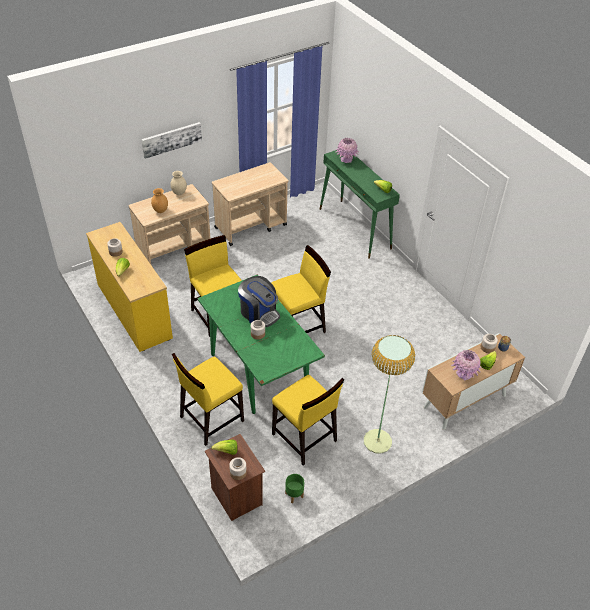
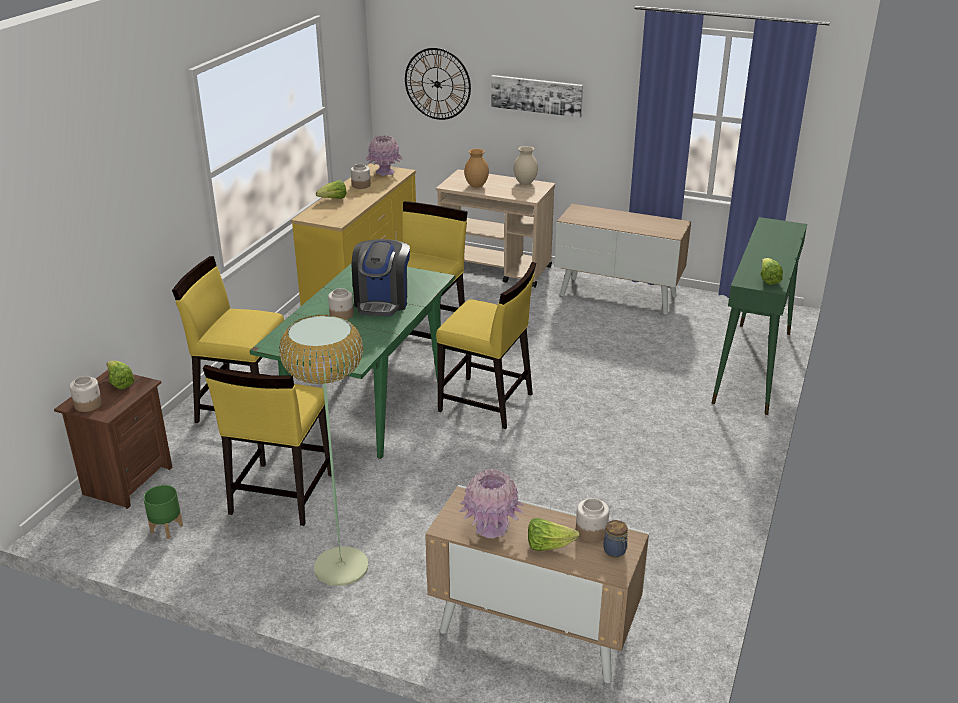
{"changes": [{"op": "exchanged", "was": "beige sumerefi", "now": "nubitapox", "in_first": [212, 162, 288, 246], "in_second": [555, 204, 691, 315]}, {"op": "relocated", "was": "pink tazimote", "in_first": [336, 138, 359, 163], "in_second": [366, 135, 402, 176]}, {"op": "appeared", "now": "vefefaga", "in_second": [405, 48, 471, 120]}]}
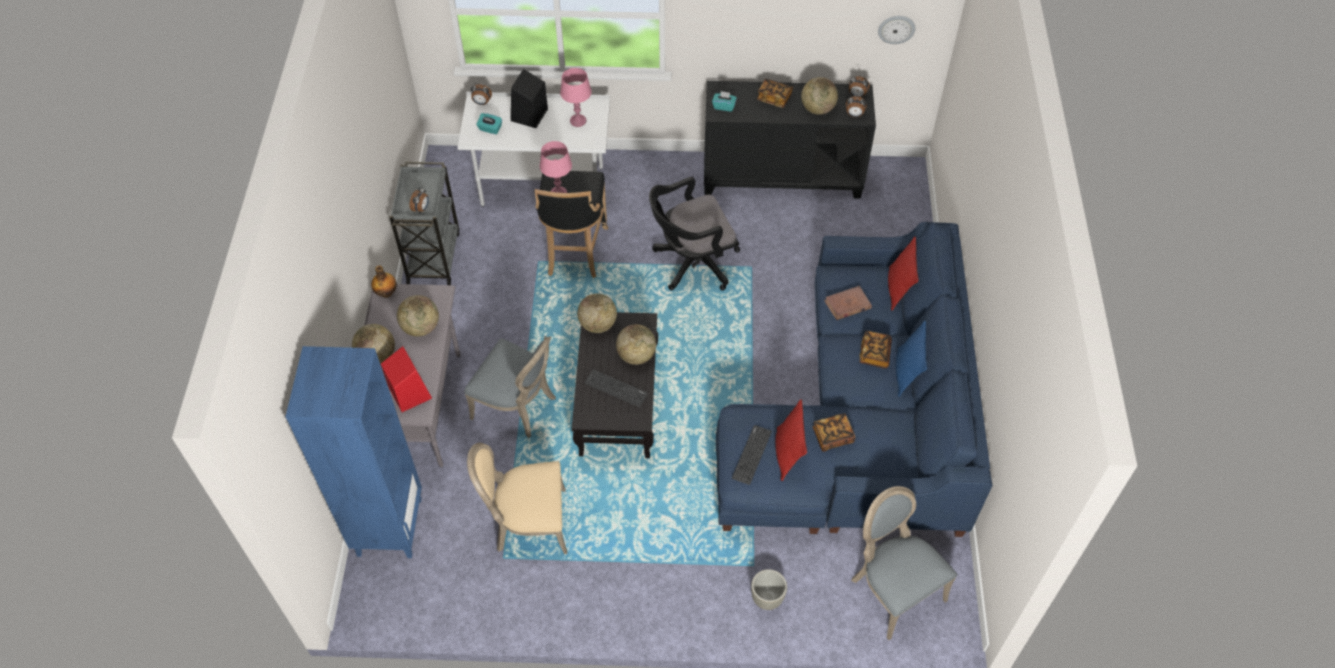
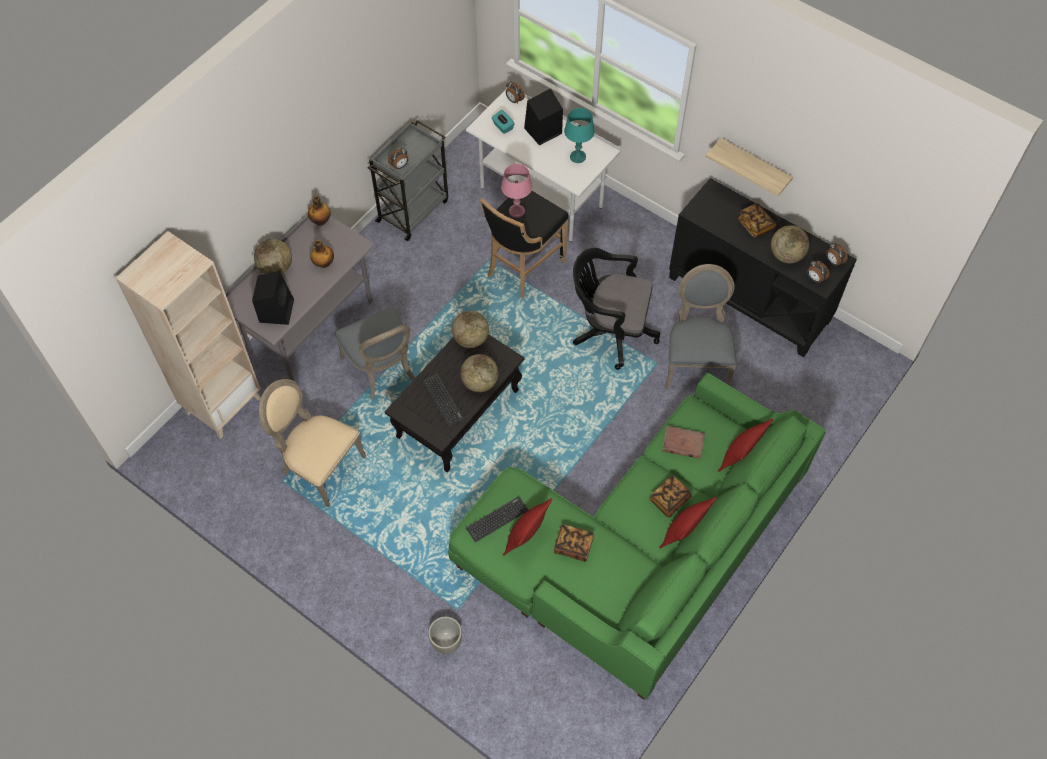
{"changes": [{"op": "colour", "was": "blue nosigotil", "now": "beige nosigotil", "in_first": [285, 346, 422, 558], "in_second": [116, 231, 261, 439]}, {"op": "colour", "was": "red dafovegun", "now": "black dafovegun", "in_first": [381, 346, 432, 412], "in_second": [252, 271, 294, 325]}, {"op": "exchanged", "was": "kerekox", "now": "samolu", "in_first": [397, 295, 439, 337], "in_second": [310, 240, 334, 268]}, {"op": "colour", "was": "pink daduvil", "now": "turquoise daduvil", "in_first": [560, 68, 592, 127], "in_second": [564, 108, 595, 163]}, {"op": "missing", "was": "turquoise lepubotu", "in_first": [712, 91, 737, 112]}, {"op": "colour", "was": "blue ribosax", "now": "green ribosax", "in_first": [716, 222, 993, 537], "in_second": [448, 373, 826, 700]}, {"op": "relocated", "was": "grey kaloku", "in_first": [851, 486, 958, 640], "in_second": [665, 264, 737, 389]}, {"op": "missing", "was": "vefefaga", "in_first": [878, 16, 916, 44]}, {"op": "colour", "was": "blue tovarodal", "now": "red tovarodal", "in_first": [896, 321, 927, 397], "in_second": [660, 497, 717, 549]}, {"op": "appeared", "now": "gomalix", "in_second": [706, 138, 793, 196]}]}
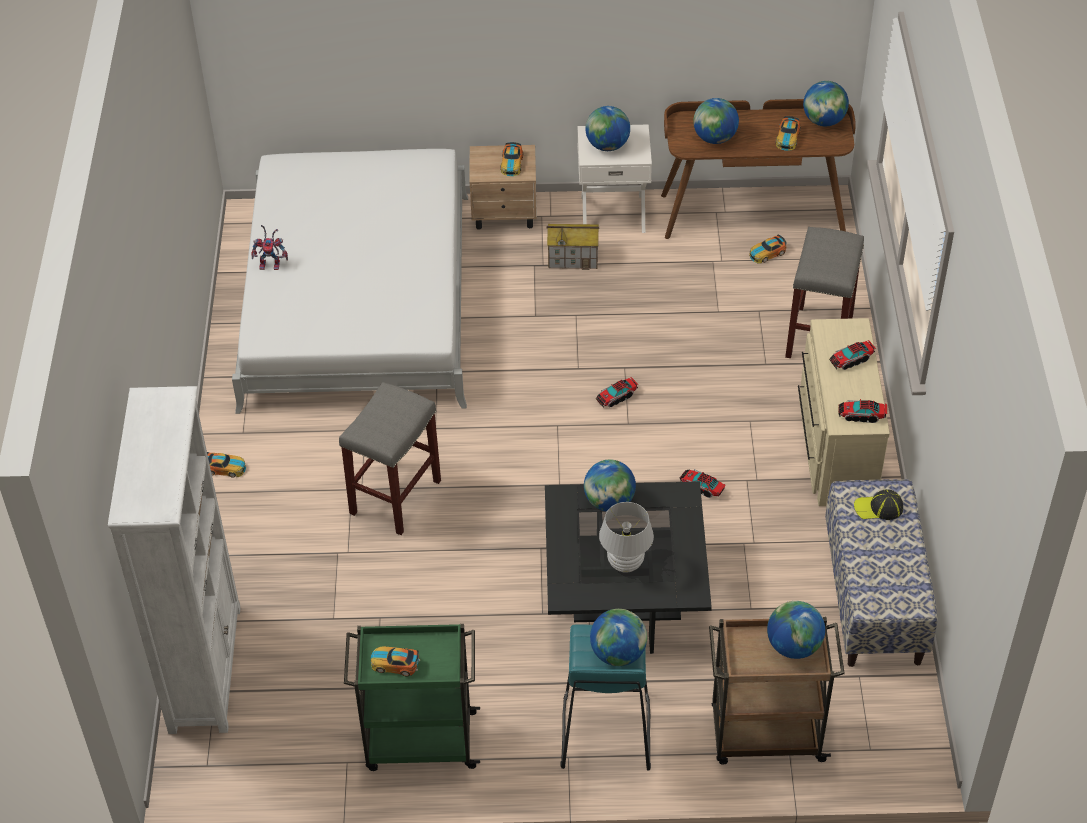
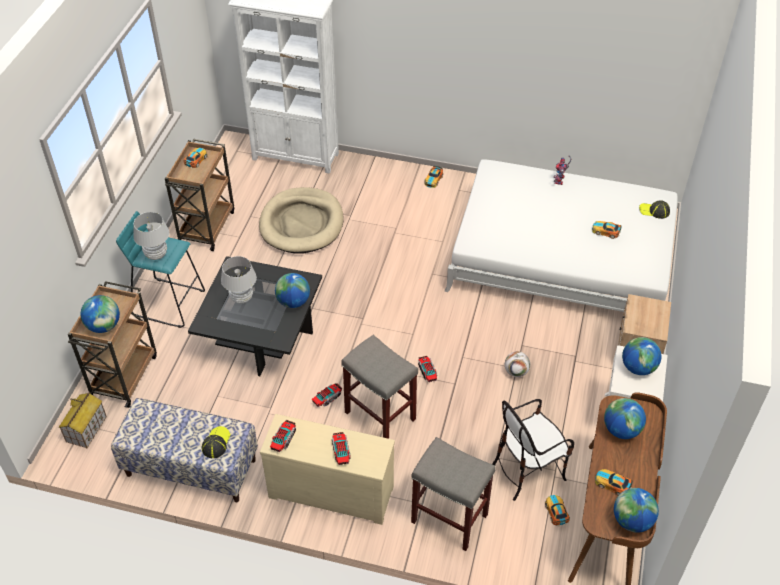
{"changes": [{"op": "relocated", "was": "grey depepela", "in_first": [339, 382, 441, 535], "in_second": [341, 335, 418, 439]}, {"op": "colour", "was": "green sumerefi", "now": "brown sumerefi", "in_first": [344, 624, 480, 771], "in_second": [165, 139, 234, 251]}, {"op": "relocated", "was": "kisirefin", "in_first": [500, 142, 523, 176], "in_second": [592, 221, 622, 239]}, {"op": "relocated", "was": "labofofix", "in_first": [547, 224, 599, 270], "in_second": [58, 392, 107, 448]}, {"op": "exchanged", "was": "kerekox", "now": "white daduvil", "in_first": [590, 609, 647, 666], "in_second": [133, 212, 169, 260]}, {"op": "appeared", "now": "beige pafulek", "in_second": [259, 187, 344, 254]}, {"op": "appeared", "now": "kaloku", "in_second": [492, 399, 574, 501]}, {"op": "appeared", "now": "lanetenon", "in_second": [505, 351, 530, 377]}, {"op": "appeared", "now": "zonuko", "in_second": [639, 200, 670, 219]}]}
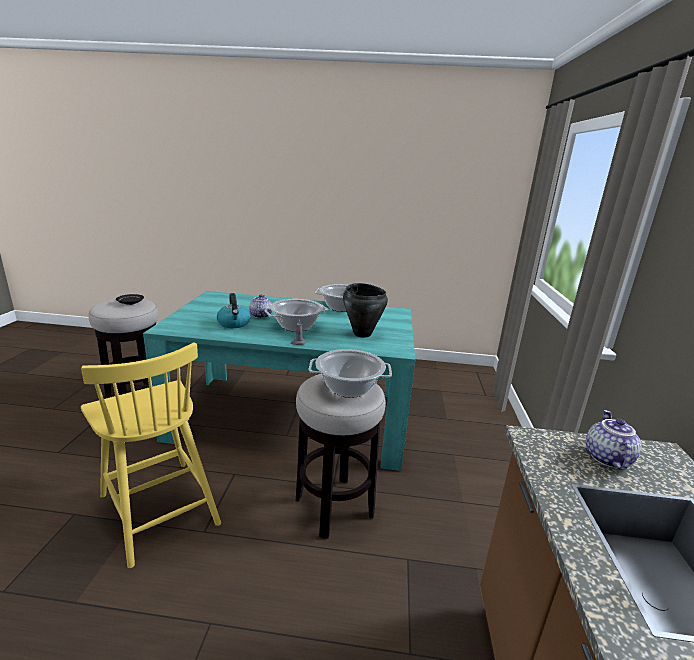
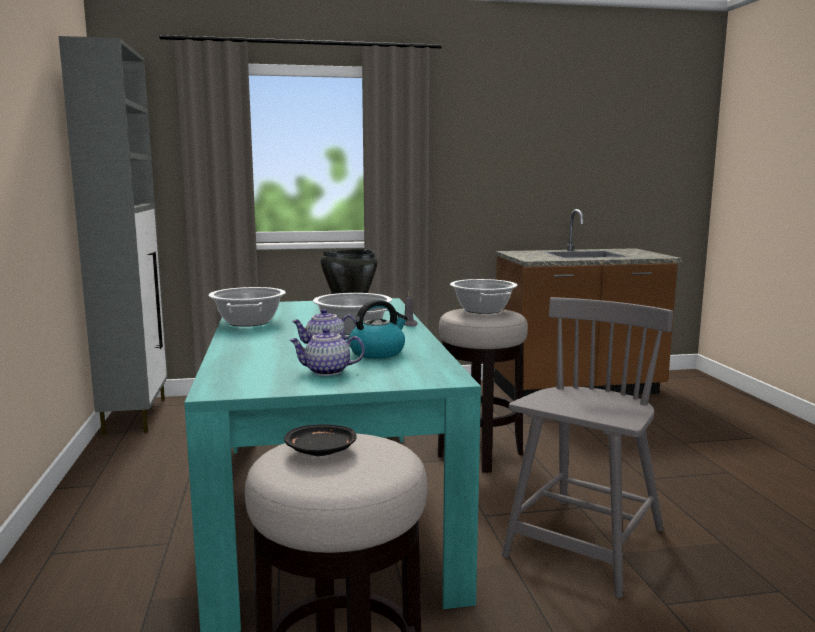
{"changes": [{"op": "colour", "was": "yellow kaloku", "now": "grey kaloku", "in_first": [81, 342, 221, 568], "in_second": [502, 297, 673, 598]}, {"op": "relocated", "was": "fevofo", "in_first": [586, 410, 642, 470], "in_second": [289, 328, 365, 376]}, {"op": "appeared", "now": "grey nubitapox", "in_second": [59, 36, 168, 435]}]}
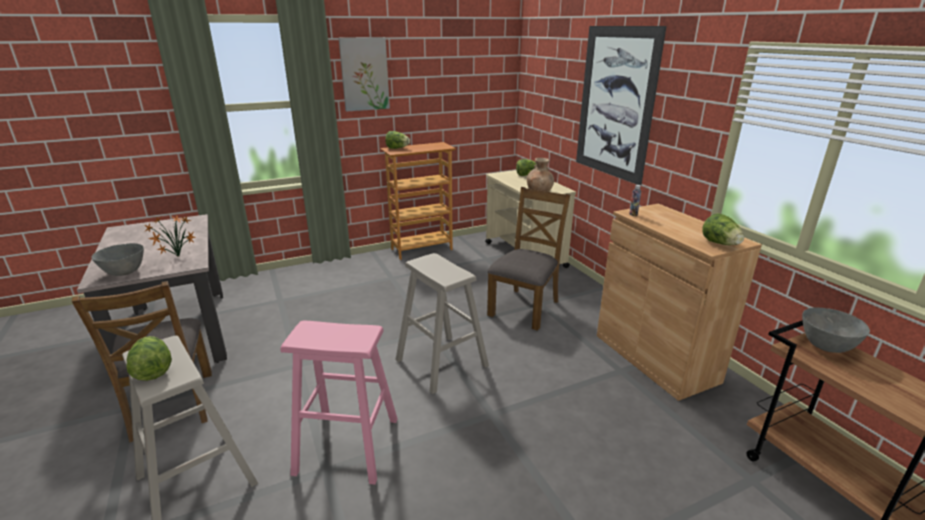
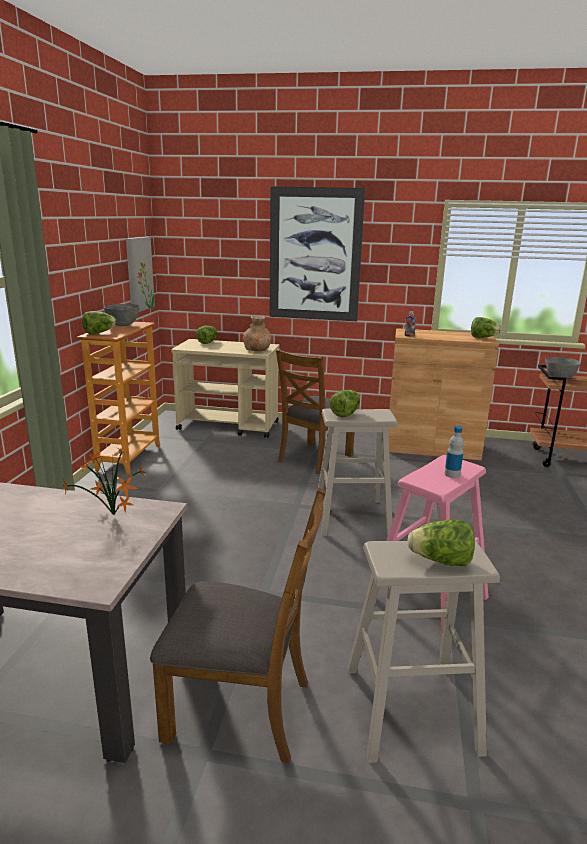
{"changes": [{"op": "relocated", "was": "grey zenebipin", "in_first": [91, 243, 144, 276], "in_second": [104, 304, 140, 326]}, {"op": "relocated", "was": "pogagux", "in_first": [339, 37, 390, 112], "in_second": [126, 237, 155, 312]}, {"op": "spun", "was": "brown kaloku", "in_first": [487, 187, 570, 331], "in_second": [276, 348, 355, 475], "clockwise": -120}, {"op": "appeared", "now": "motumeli", "in_second": [330, 390, 360, 417]}, {"op": "appeared", "now": "samolu", "in_second": [444, 426, 464, 478]}]}
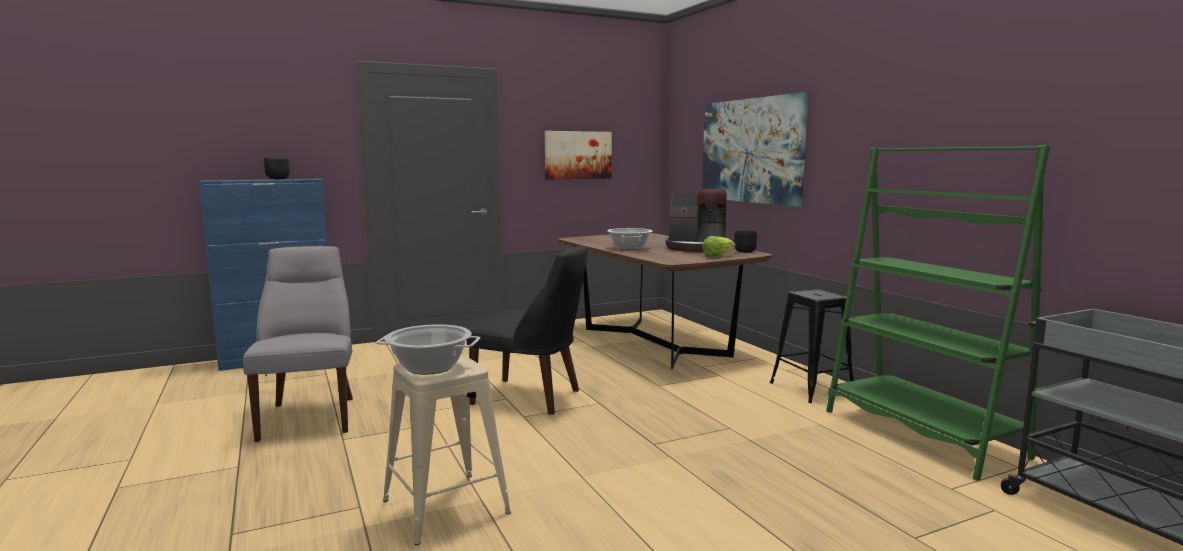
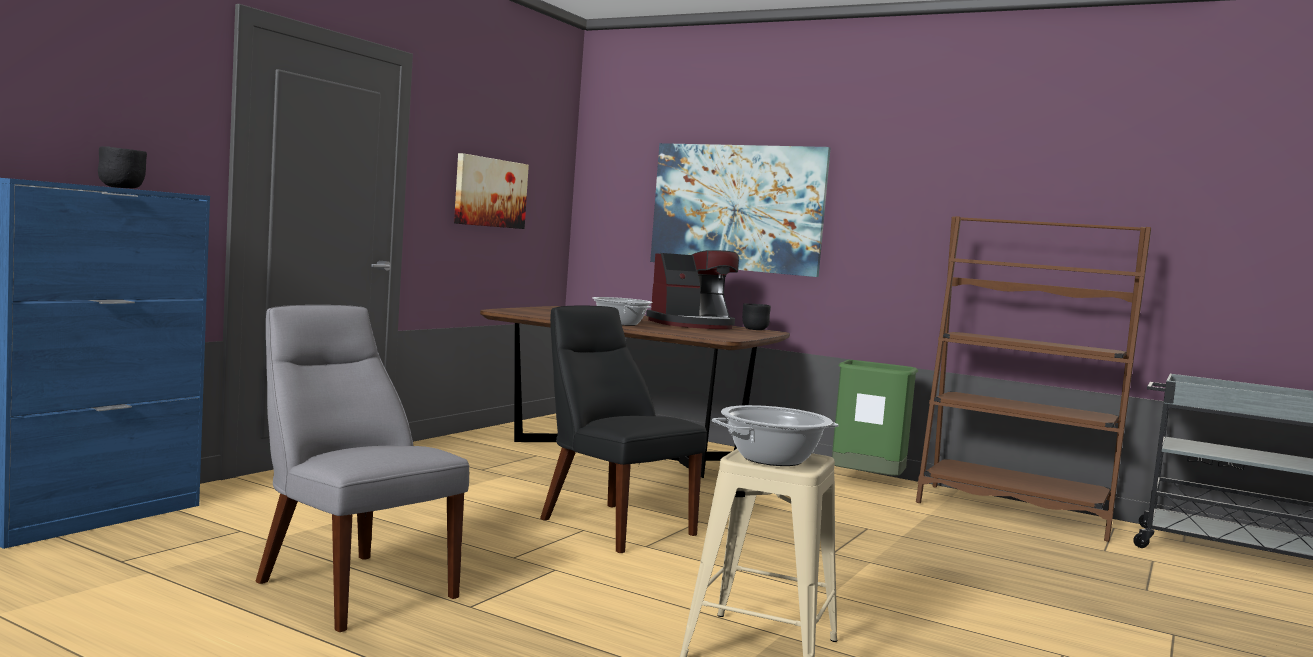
{"changes": [{"op": "spun", "was": "black kaloku", "in_first": [467, 245, 588, 415], "in_second": [540, 305, 707, 553], "clockwise": -120}, {"op": "missing", "was": "motumeli", "in_first": [703, 236, 735, 257]}, {"op": "exchanged", "was": "black depepela", "now": "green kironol", "in_first": [770, 289, 854, 403], "in_second": [832, 360, 918, 476]}, {"op": "colour", "was": "green nosigotil", "now": "brown nosigotil", "in_first": [826, 145, 1050, 481], "in_second": [916, 216, 1151, 542]}]}
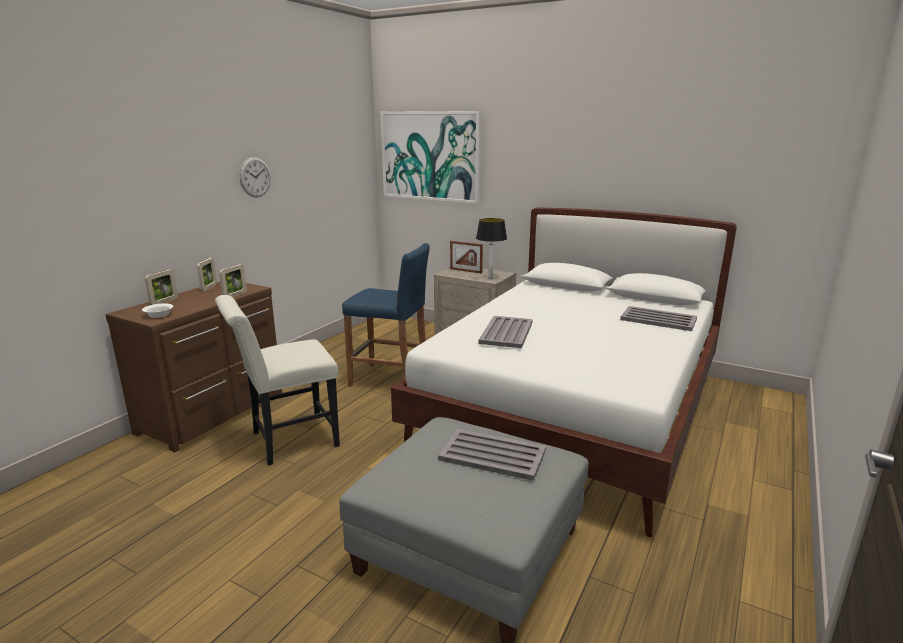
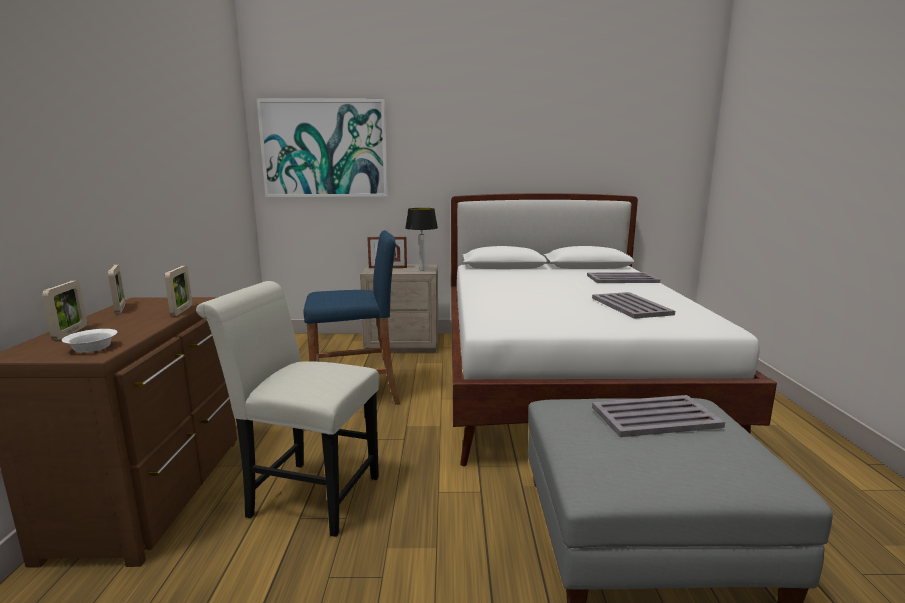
{"changes": [{"op": "spun", "was": "white kaloku", "in_first": [215, 295, 340, 466], "in_second": [196, 281, 379, 537], "clockwise": 75}, {"op": "missing", "was": "vefefaga", "in_first": [240, 157, 271, 197]}, {"op": "relocated", "was": "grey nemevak", "in_first": [478, 316, 533, 348], "in_second": [592, 292, 675, 319]}]}
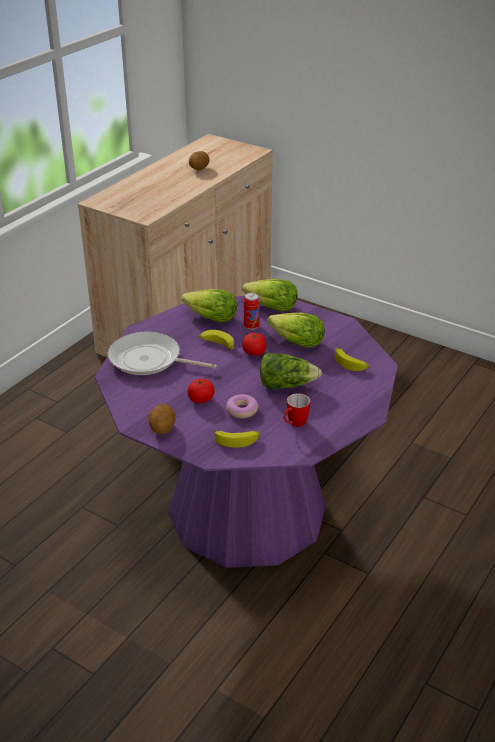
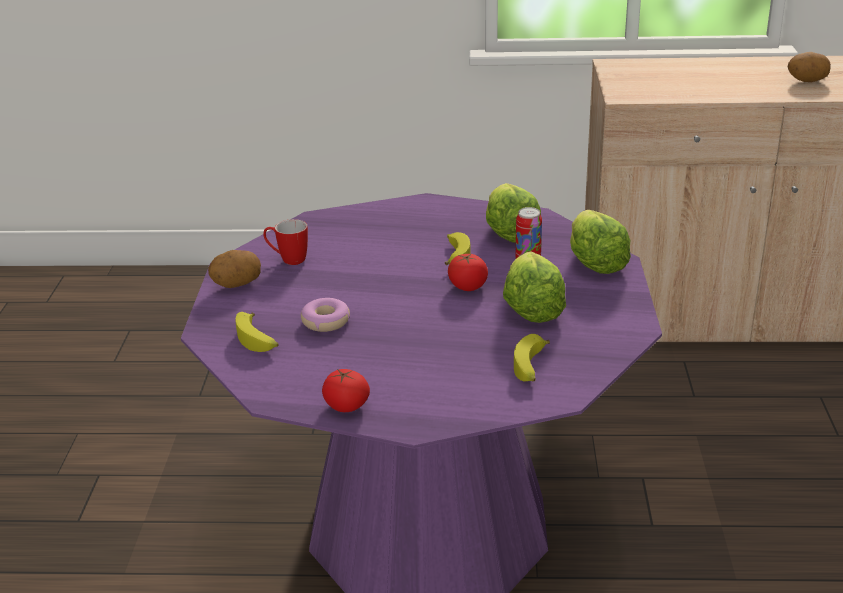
{"changes": [{"op": "missing", "was": "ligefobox", "in_first": [108, 332, 217, 375]}, {"op": "relocated", "was": "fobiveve", "in_first": [187, 379, 215, 403], "in_second": [322, 369, 370, 412]}, {"op": "missing", "was": "motumeli", "in_first": [260, 353, 322, 389]}, {"op": "relocated", "was": "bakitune", "in_first": [284, 393, 310, 427], "in_second": [263, 219, 308, 265]}]}
